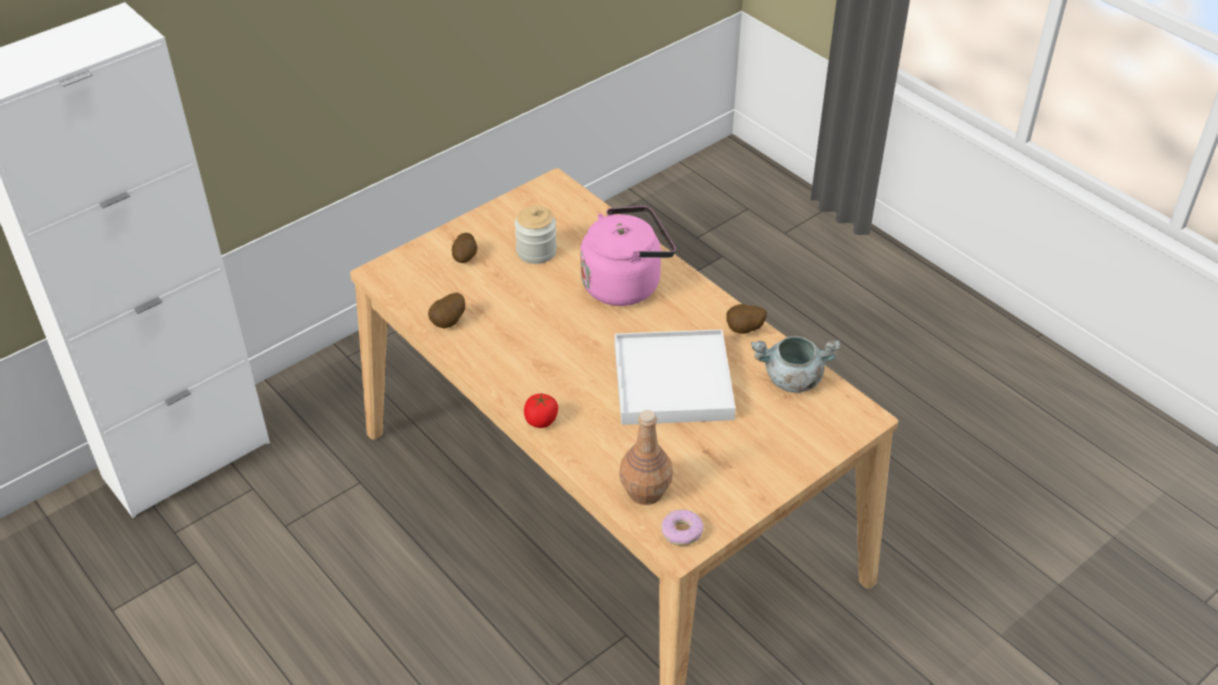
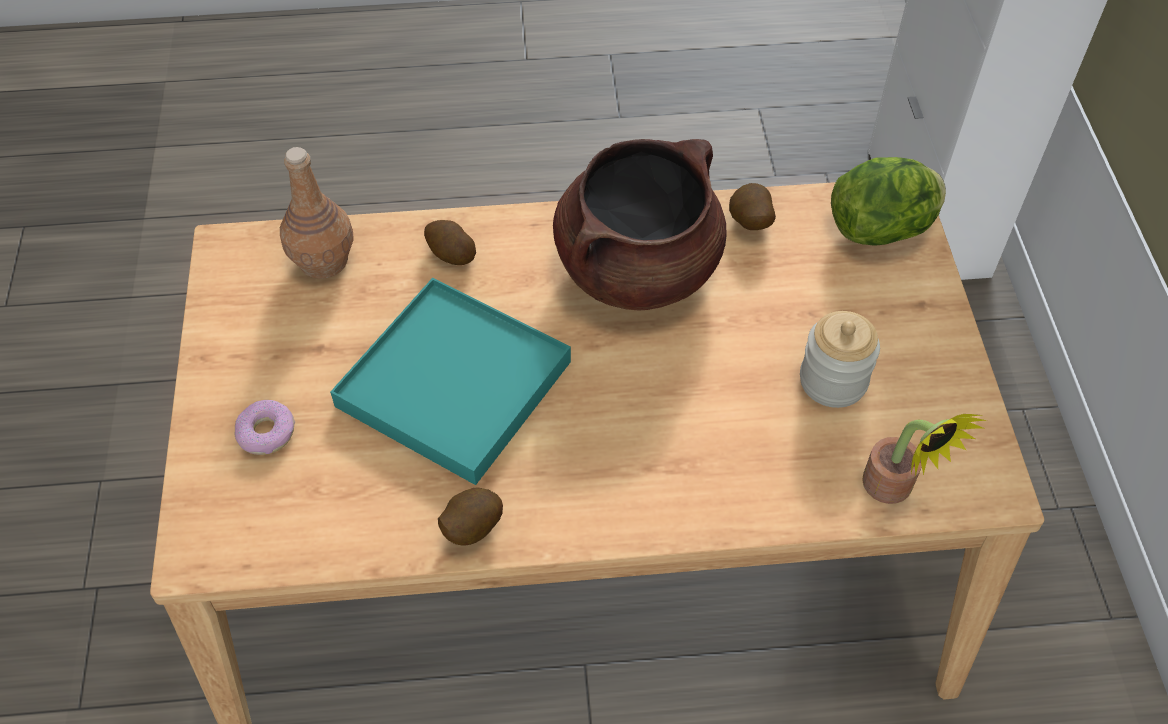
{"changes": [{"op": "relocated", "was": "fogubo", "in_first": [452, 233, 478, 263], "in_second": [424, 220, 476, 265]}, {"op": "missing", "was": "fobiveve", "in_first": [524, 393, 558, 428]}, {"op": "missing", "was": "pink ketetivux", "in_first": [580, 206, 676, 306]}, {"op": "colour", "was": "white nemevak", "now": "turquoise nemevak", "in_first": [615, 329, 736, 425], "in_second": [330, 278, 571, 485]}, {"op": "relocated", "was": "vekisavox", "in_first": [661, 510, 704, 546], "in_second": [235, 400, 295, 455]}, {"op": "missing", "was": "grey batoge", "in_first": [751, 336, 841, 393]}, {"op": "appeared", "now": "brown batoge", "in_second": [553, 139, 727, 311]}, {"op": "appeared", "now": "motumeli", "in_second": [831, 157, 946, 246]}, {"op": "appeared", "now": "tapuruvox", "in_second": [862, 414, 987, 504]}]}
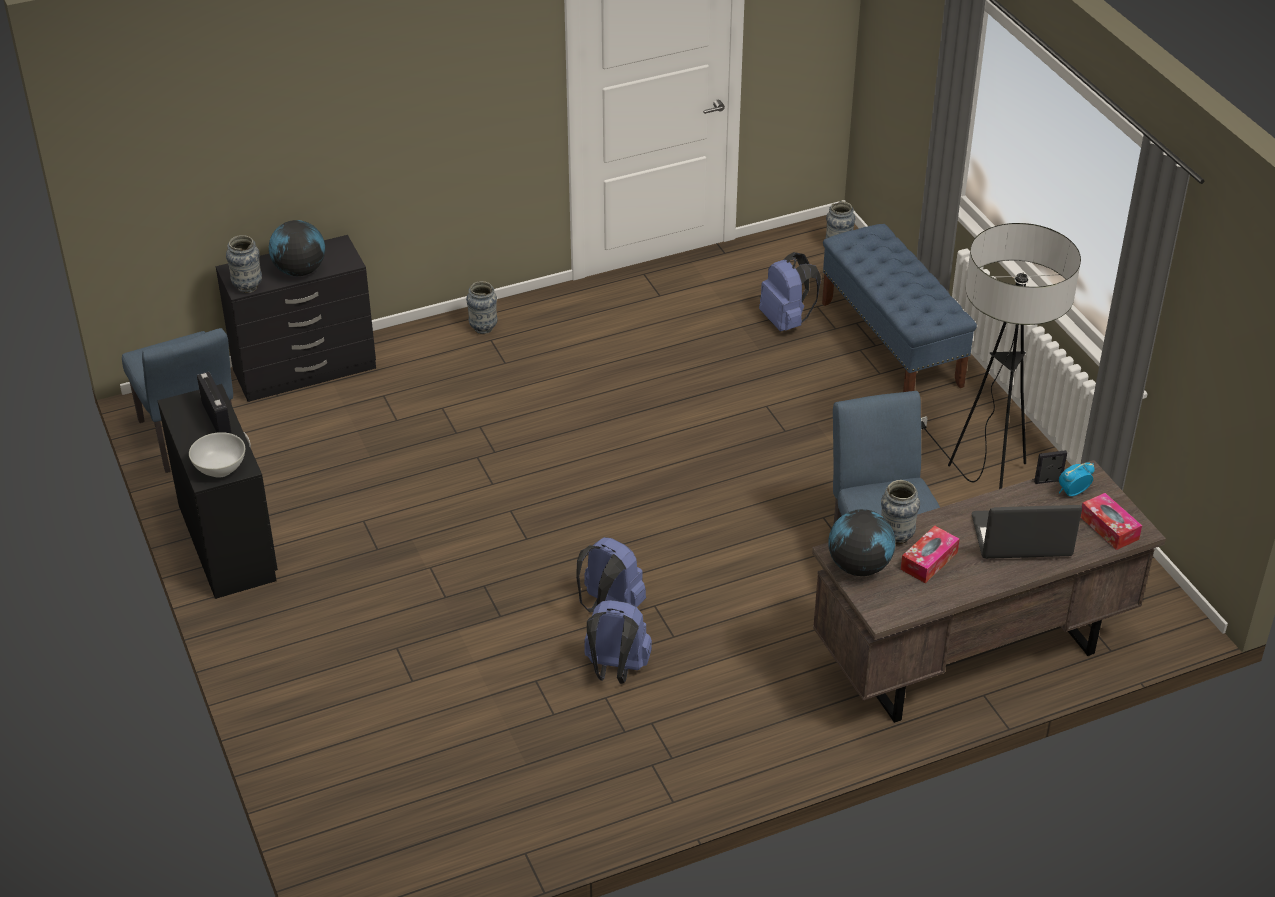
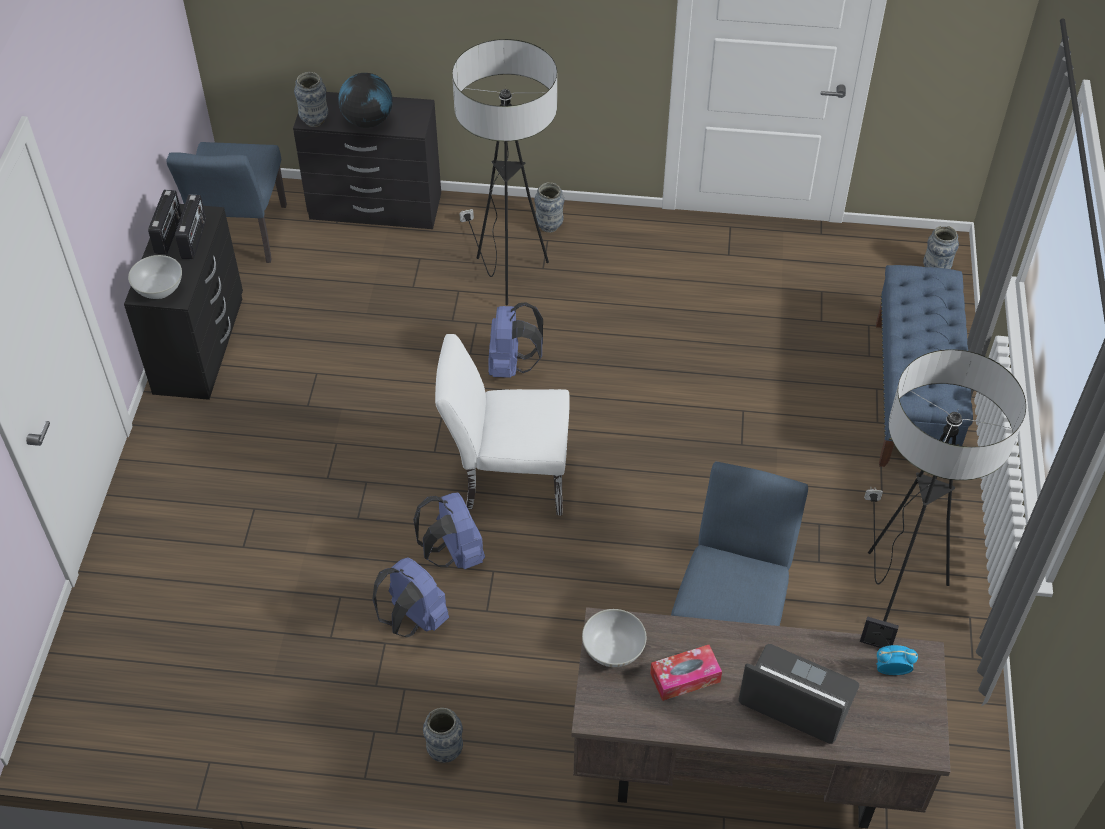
{"changes": [{"op": "relocated", "was": "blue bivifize", "in_first": [759, 252, 821, 331], "in_second": [488, 302, 543, 378]}, {"op": "exchanged", "was": "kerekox", "now": "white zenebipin", "in_first": [828, 509, 895, 576], "in_second": [582, 609, 647, 667]}, {"op": "relocated", "was": "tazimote", "in_first": [881, 480, 920, 545], "in_second": [423, 708, 463, 763]}, {"op": "missing", "was": "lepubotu", "in_first": [1081, 493, 1142, 550]}, {"op": "appeared", "now": "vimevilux", "in_second": [148, 190, 182, 254]}, {"op": "appeared", "now": "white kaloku", "in_second": [435, 334, 570, 516]}, {"op": "appeared", "now": "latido", "in_second": [452, 39, 557, 305]}]}
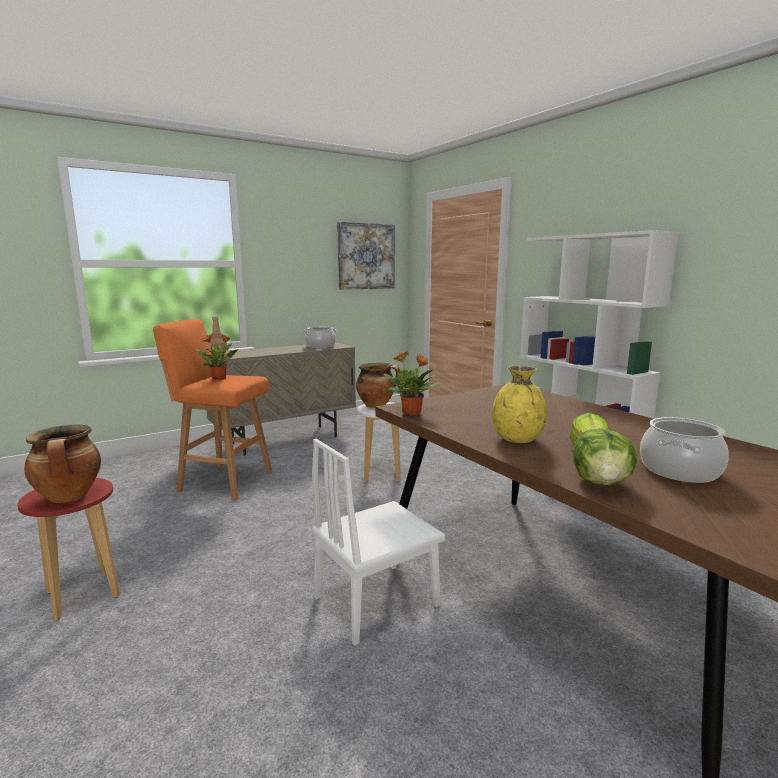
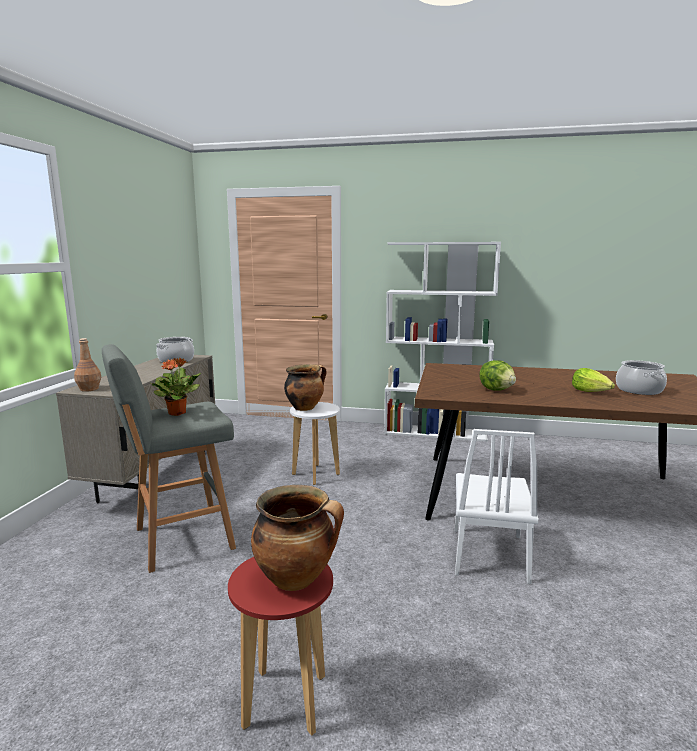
{"changes": [{"op": "colour", "was": "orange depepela", "now": "grey depepela", "in_first": [153, 319, 272, 501], "in_second": [102, 344, 236, 573]}, {"op": "missing", "was": "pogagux", "in_first": [337, 222, 395, 290]}, {"op": "missing", "was": "tapuruvox", "in_first": [384, 351, 440, 415]}, {"op": "missing", "was": "yellow tazimote", "in_first": [492, 366, 547, 443]}, {"op": "relocated", "was": "motumeli", "in_first": [573, 428, 637, 486], "in_second": [479, 360, 516, 391]}]}
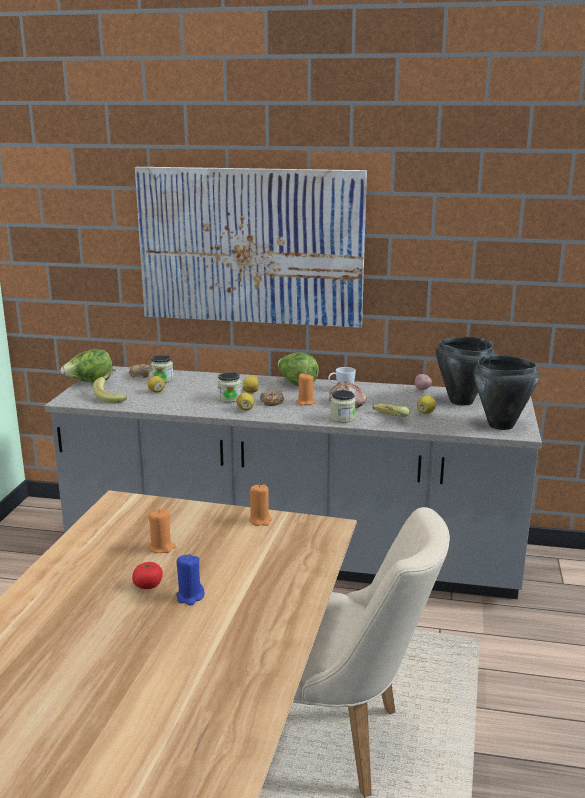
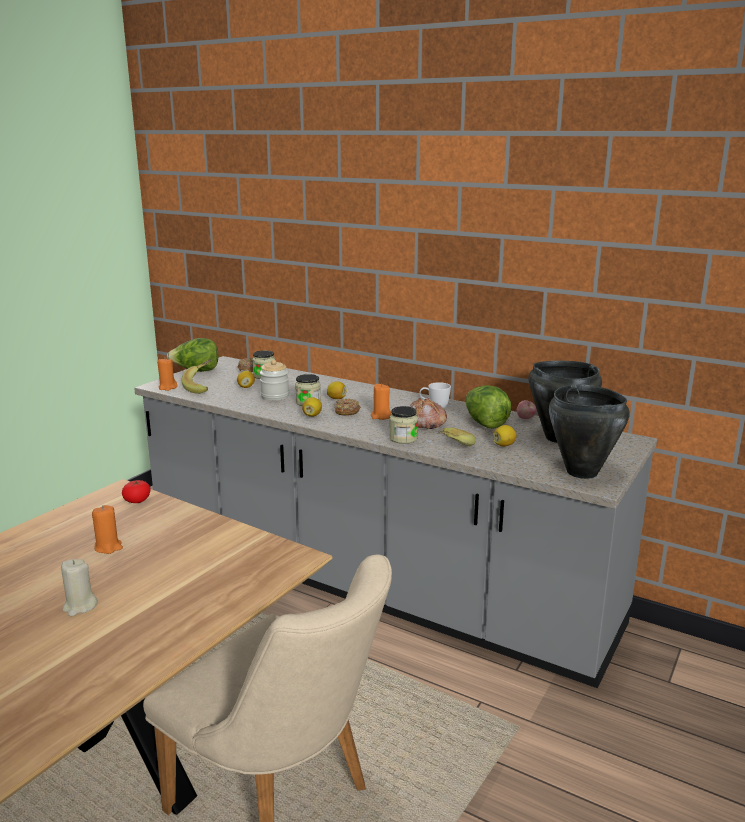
{"changes": [{"op": "relocated", "was": "fobiveve", "in_first": [132, 562, 163, 589], "in_second": [122, 480, 150, 503]}, {"op": "missing", "was": "pogagux", "in_first": [135, 167, 367, 328]}, {"op": "colour", "was": "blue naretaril", "now": "beige naretaril", "in_first": [176, 554, 205, 605], "in_second": [61, 559, 98, 616]}, {"op": "relocated", "was": "orange naretaril", "in_first": [248, 484, 272, 526], "in_second": [157, 357, 178, 391]}, {"op": "relocated", "was": "motumeli", "in_first": [278, 352, 319, 386], "in_second": [465, 385, 511, 429]}, {"op": "appeared", "now": "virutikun", "in_second": [260, 359, 289, 401]}]}
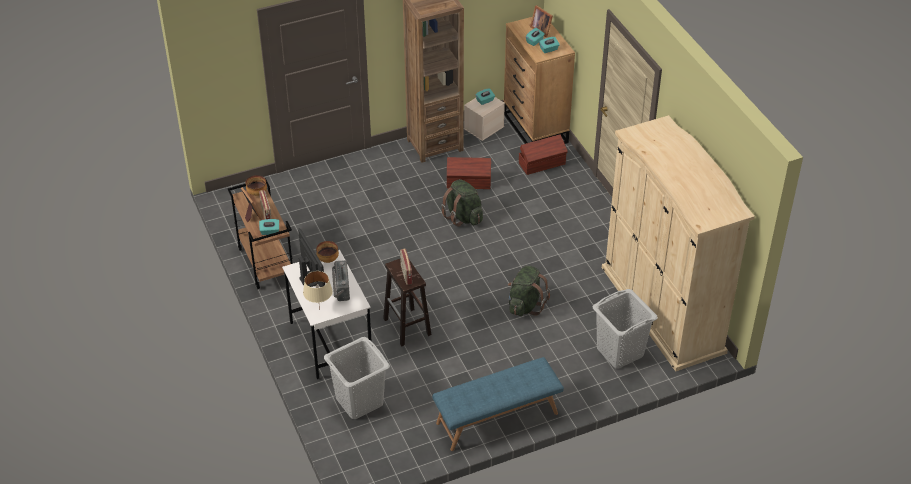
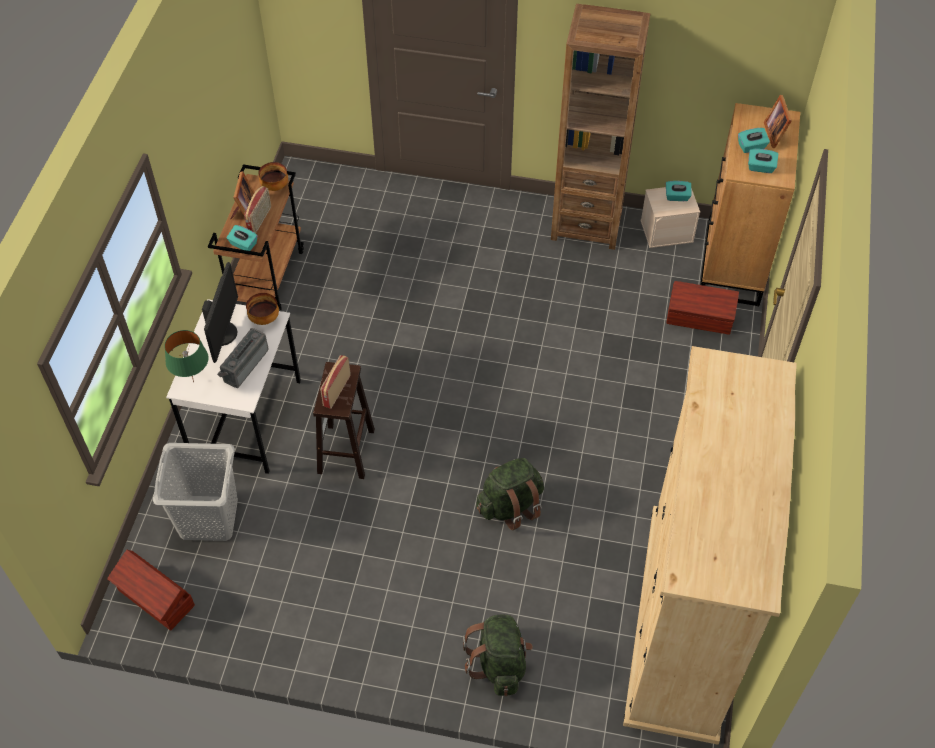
{"changes": [{"op": "colour", "was": "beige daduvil", "now": "green daduvil", "in_first": [303, 271, 333, 310], "in_second": [164, 330, 209, 382]}, {"op": "missing", "was": "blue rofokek", "in_first": [432, 357, 564, 451]}, {"op": "relocated", "was": "green bivifize", "in_first": [441, 179, 483, 227], "in_second": [463, 614, 533, 696]}, {"op": "relocated", "was": "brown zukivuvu", "in_first": [447, 157, 491, 189], "in_second": [107, 550, 195, 631]}, {"op": "missing", "was": "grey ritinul", "in_first": [592, 289, 658, 369]}]}
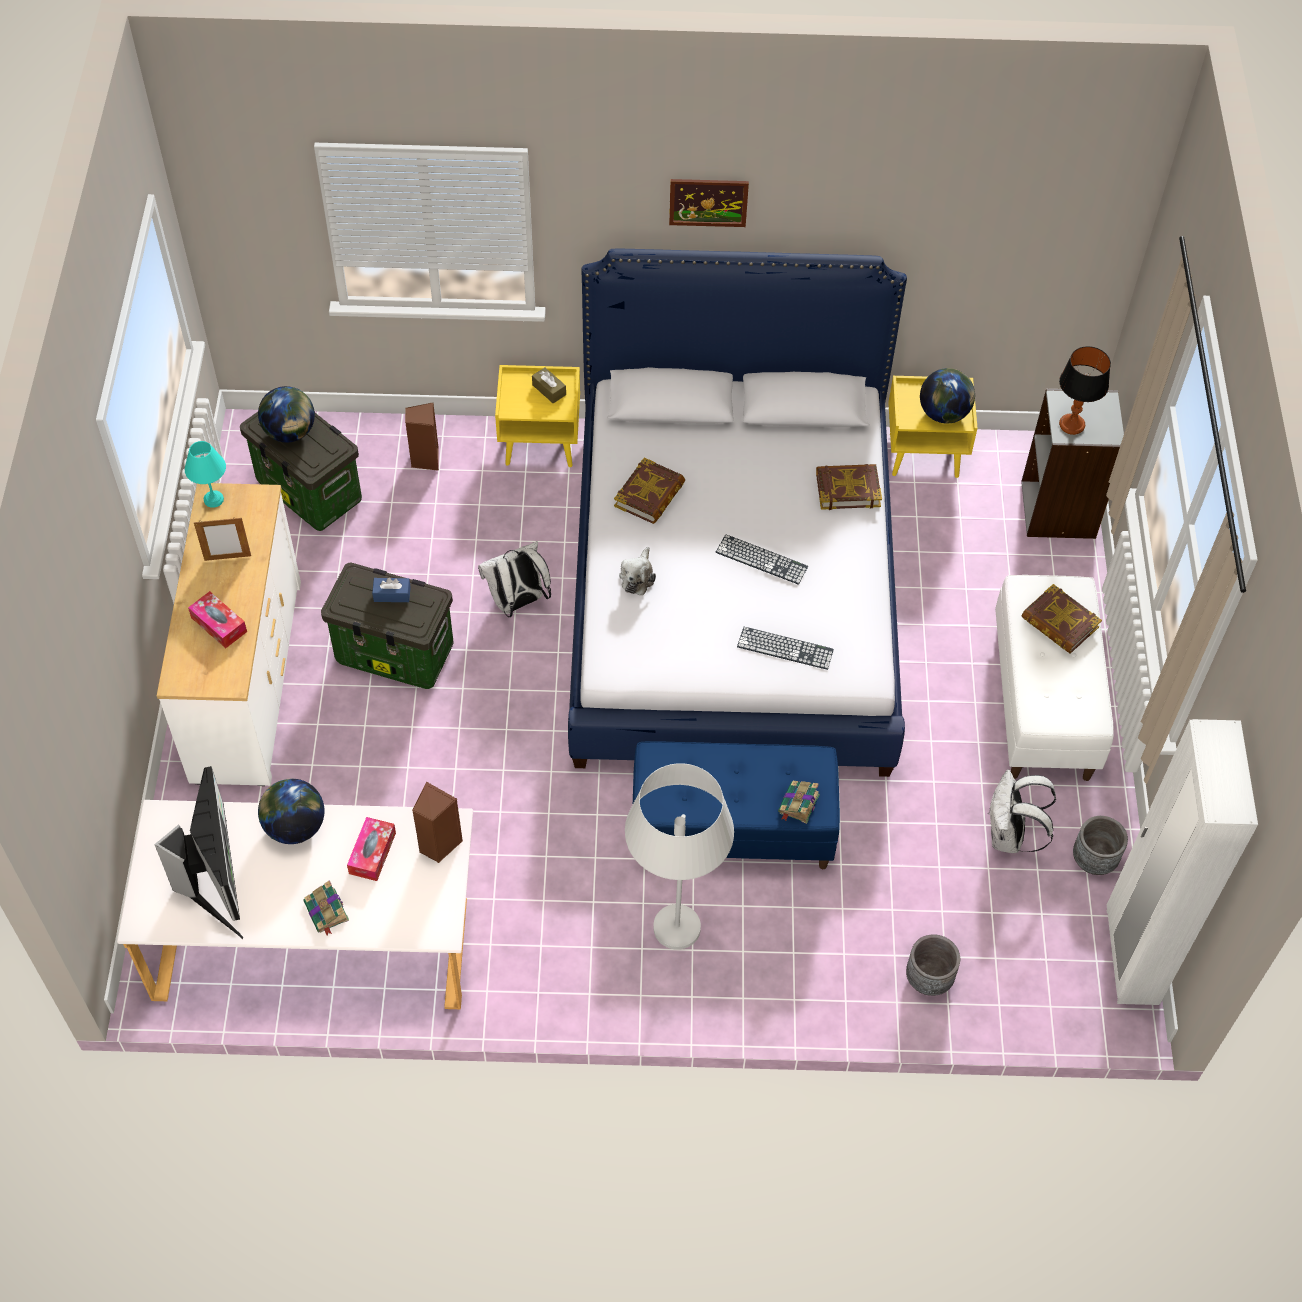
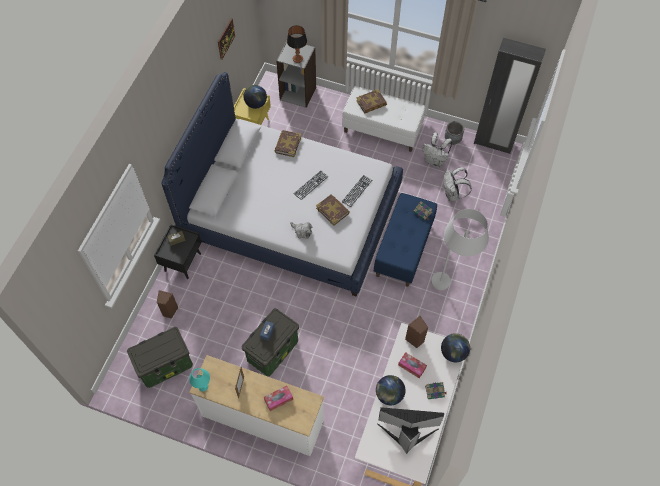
{"changes": [{"op": "relocated", "was": "kerekox", "in_first": [258, 386, 315, 443], "in_second": [441, 333, 470, 362]}, {"op": "relocated", "was": "white bivifize", "in_first": [478, 541, 551, 617], "in_second": [444, 167, 472, 201]}, {"op": "colour", "was": "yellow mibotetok", "now": "black mibotetok", "in_first": [495, 365, 580, 467], "in_second": [154, 224, 202, 279]}, {"op": "relocated", "was": "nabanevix", "in_first": [614, 457, 685, 524], "in_second": [316, 195, 350, 226]}, {"op": "relocated", "was": "pogagux", "in_first": [669, 179, 749, 227], "in_second": [218, 18, 235, 60]}, {"op": "missing", "was": "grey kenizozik", "in_first": [906, 934, 960, 996]}, {"op": "colour", "was": "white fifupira", "now": "black fifupira", "in_first": [1107, 719, 1258, 1005], "in_second": [474, 38, 546, 154]}]}
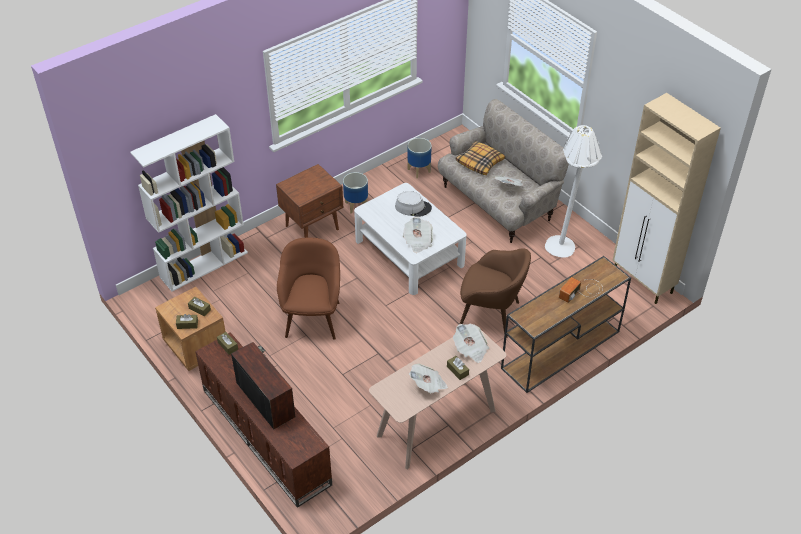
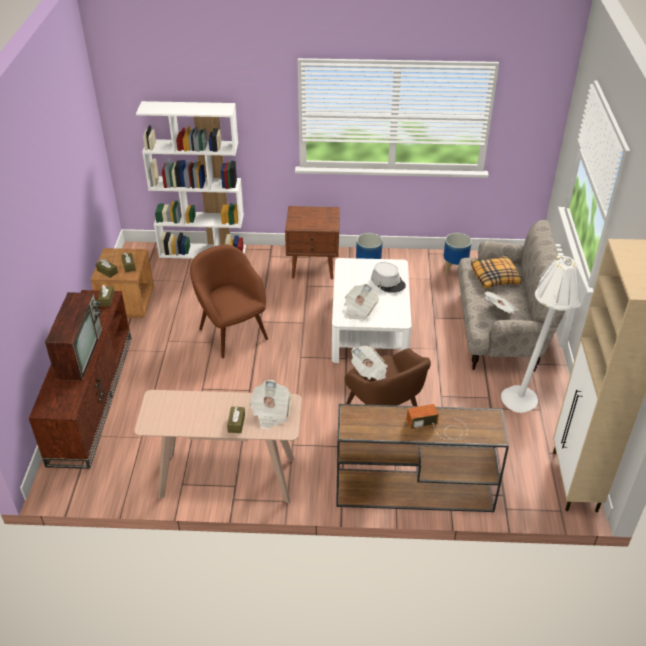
{"changes": [{"op": "spun", "was": "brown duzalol", "in_first": [277, 238, 340, 340], "in_second": [190, 245, 268, 358], "clockwise": -75}, {"op": "relocated", "was": "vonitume", "in_first": [409, 363, 448, 394], "in_second": [351, 346, 388, 380]}]}
